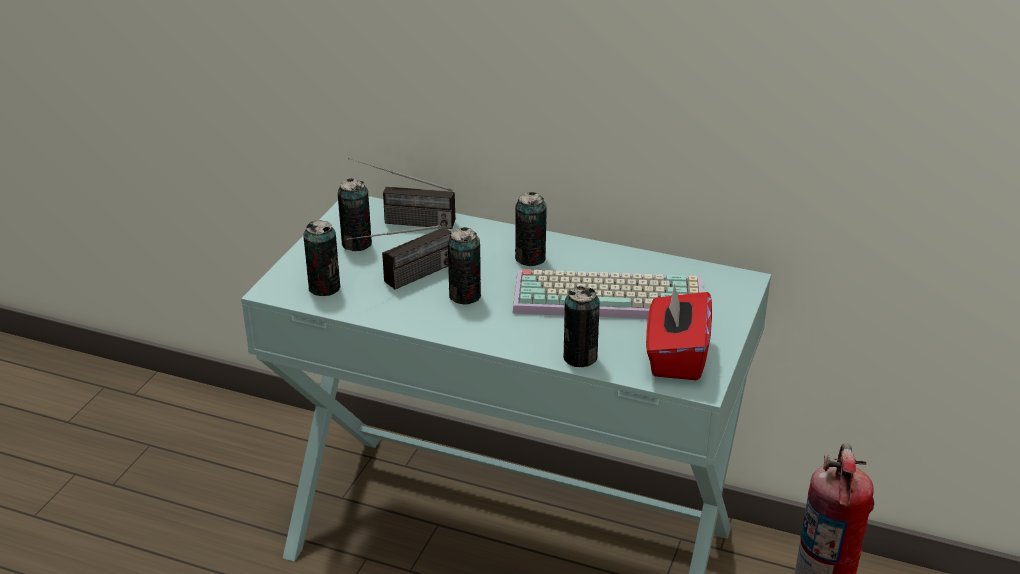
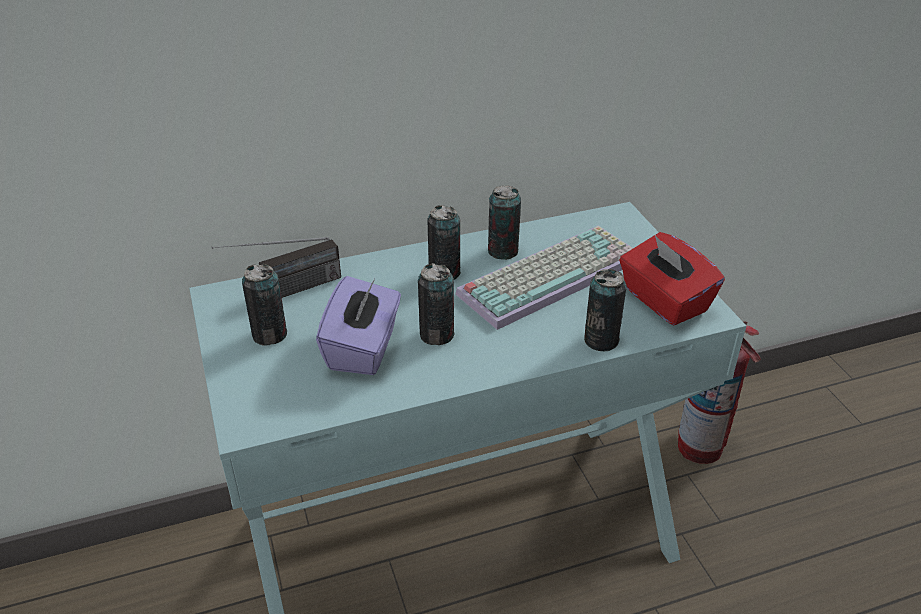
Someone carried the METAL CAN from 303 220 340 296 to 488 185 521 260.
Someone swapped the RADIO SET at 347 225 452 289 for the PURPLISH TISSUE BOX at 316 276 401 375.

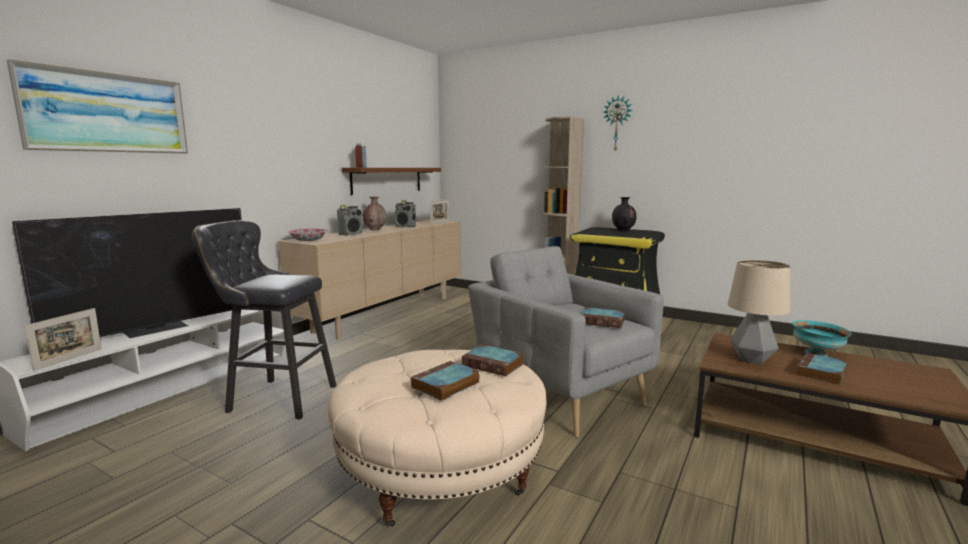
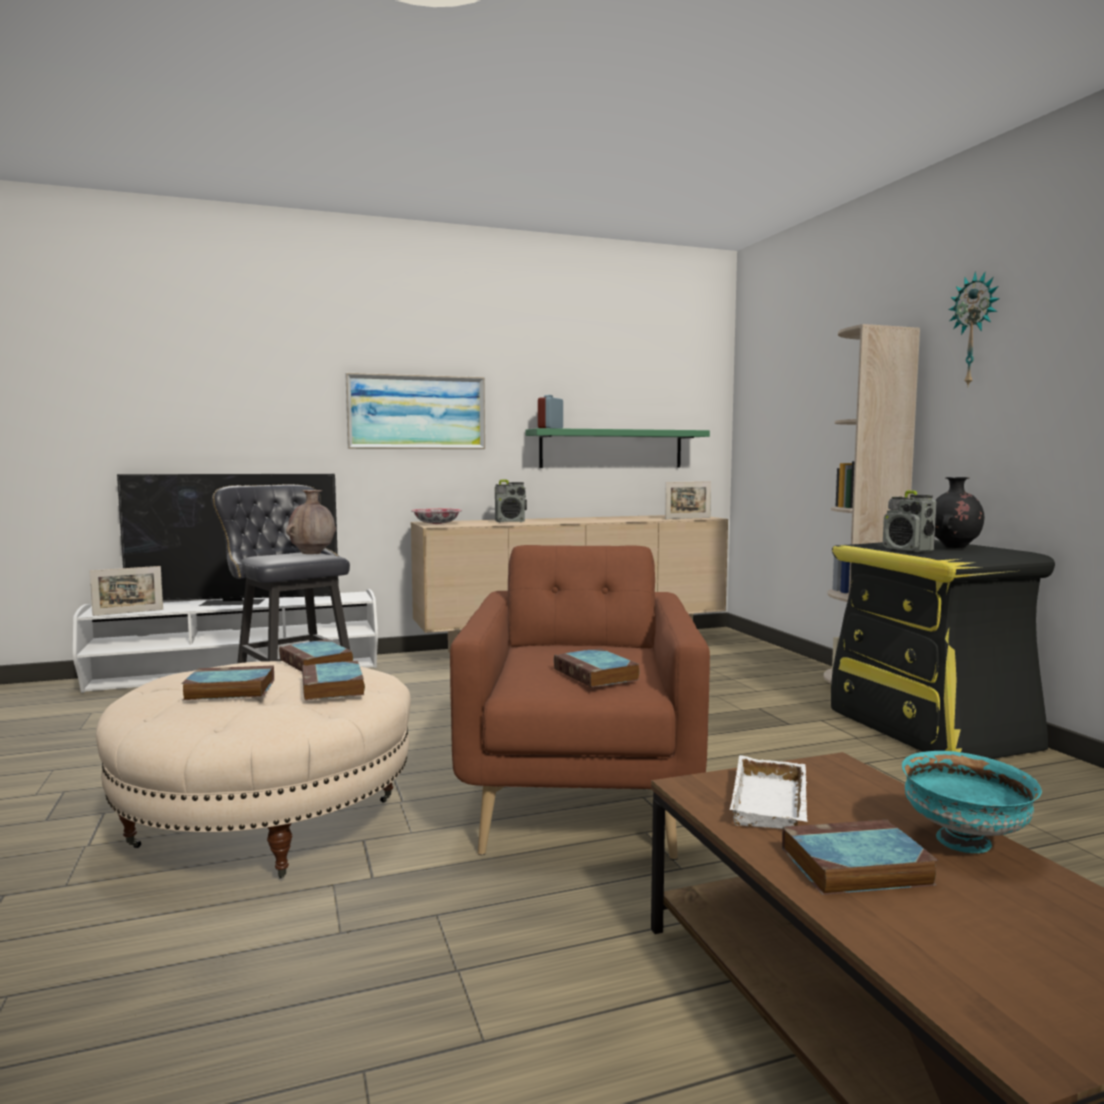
Someone carried the WALL PICTURE from 7 59 188 153 to 345 373 485 449.
Someone repainted the BROWN-COLOURED SHELF at 342 168 441 195, which became the GREEN-COLOURED SHELF at 526 428 710 468.
Someone carried the BROWN-COLOURED FLOWER VASE from 362 197 386 230 to 286 490 336 554.
Someone carried the RADIO SET from 394 200 416 228 to 883 490 937 552.
Someone repainted the GRAY EASY CHAIR at 468 246 664 438, which became the BROWN-COLOURED EASY CHAIR at 450 545 710 860.
Someone swapped the TABLETOP LAMP at 728 260 790 364 for the WHITISH CARRYING TRAY at 730 755 808 829.
Someone put down the BOUND BOOK at 279 639 353 672.

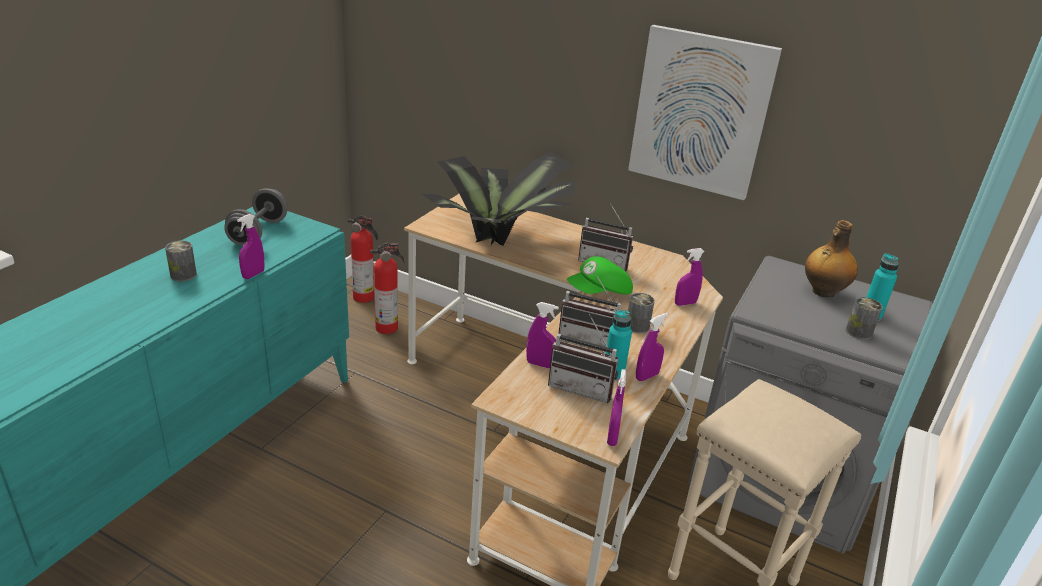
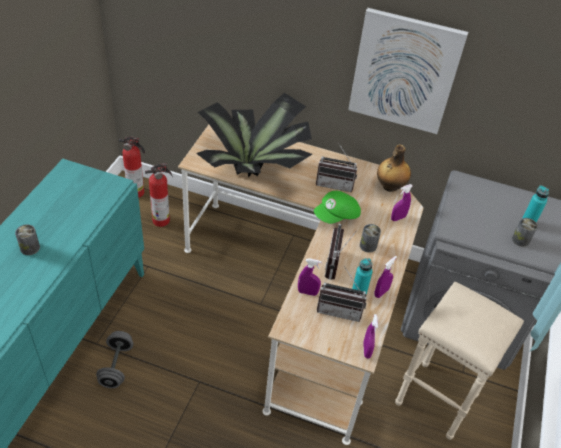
Someone carried the GRAY FREE WEIGHT from 224 188 287 245 to 96 331 133 388.
Someone took away the PURPLISH SPRAY BOTTLE at 237 214 265 279.
Someone carried the BOTTLE from 805 220 858 298 to 377 144 411 192.
Someone rotated the RADIO SET at 559 273 621 352 by 90 degrees clockwise.

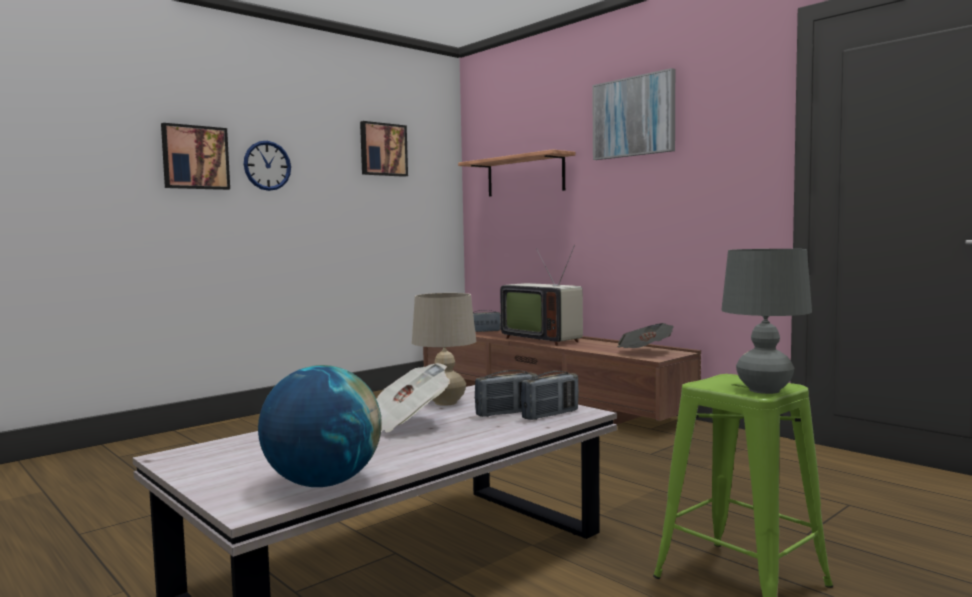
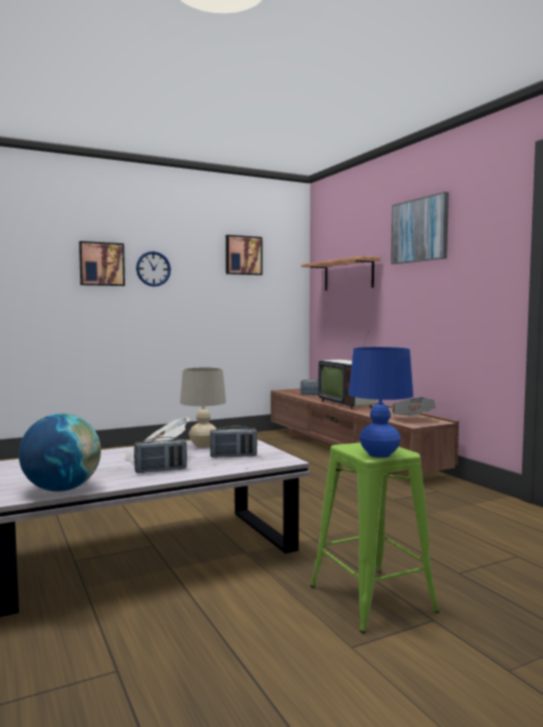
Someone repainted the GRAY TABLETOP LAMP at 721 249 812 394, which became the BLUE TABLETOP LAMP at 349 347 413 458.
Someone carried the RADIO SET from 521 371 579 420 to 134 437 187 473.

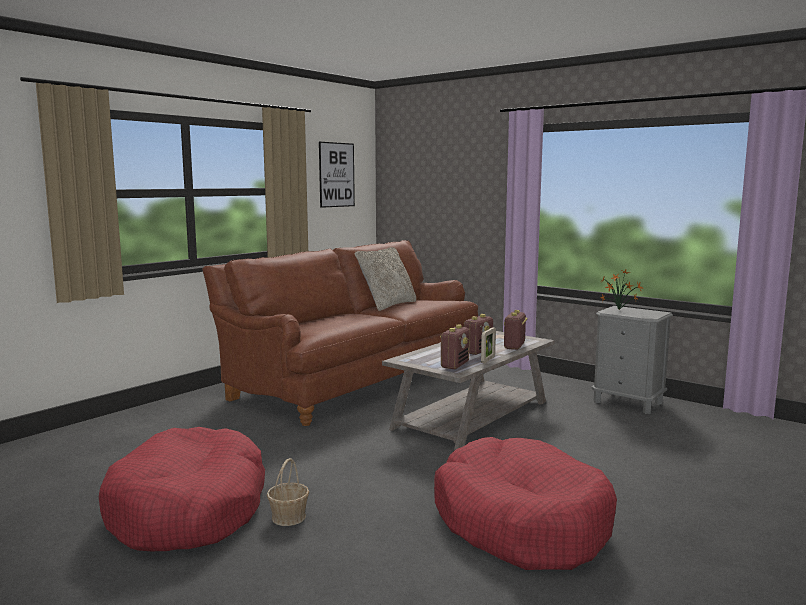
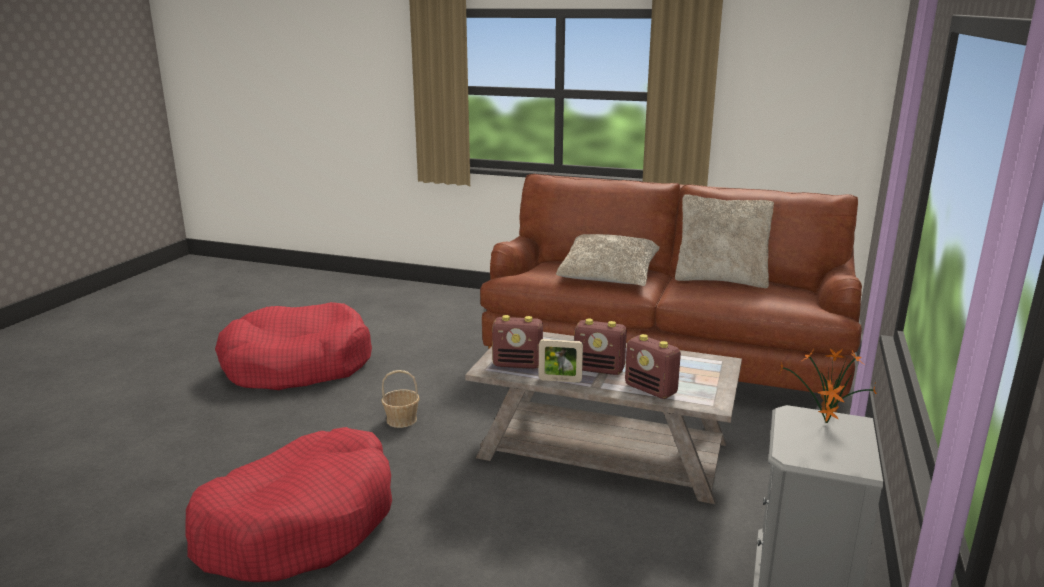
Someone took away the WALL PICTURE at 319 142 355 208.
Someone rotated the RADIO SET at 504 310 528 350 by 135 degrees counterclockwise.
Someone carried the STORAGE BASKET from 267 458 309 526 to 381 370 420 428.
Someone put down the SAND-COLOURED PILLOW at 556 234 659 286.

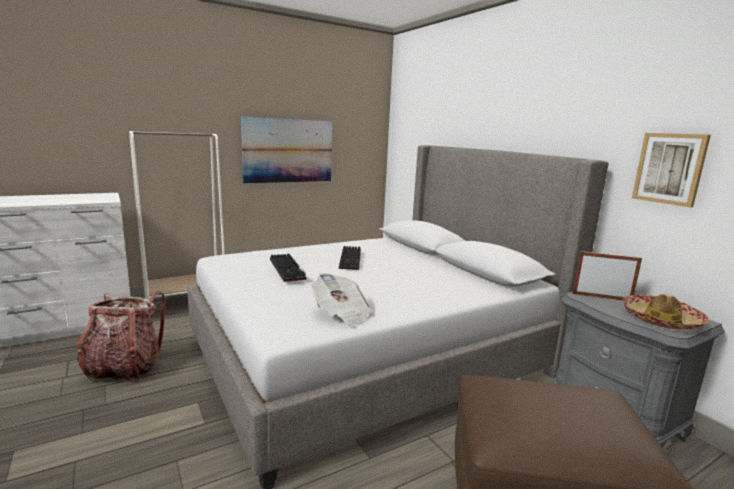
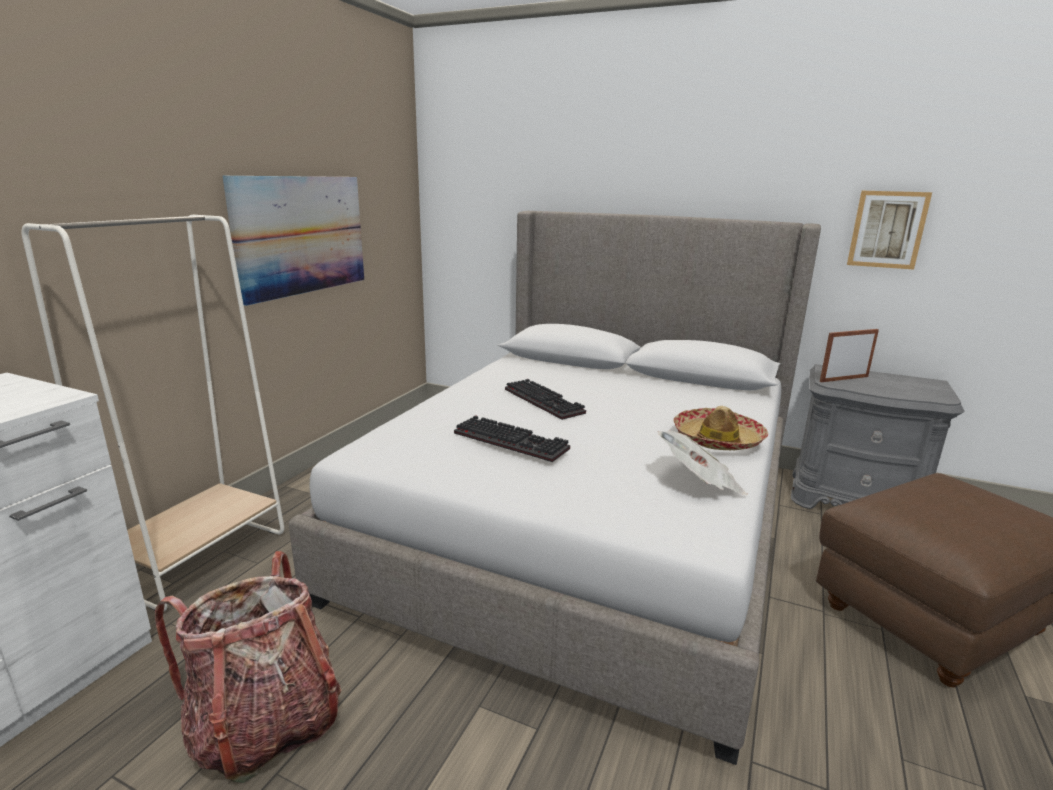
Someone carried the CLOTHING HAT from 622 293 709 330 to 673 406 768 450.

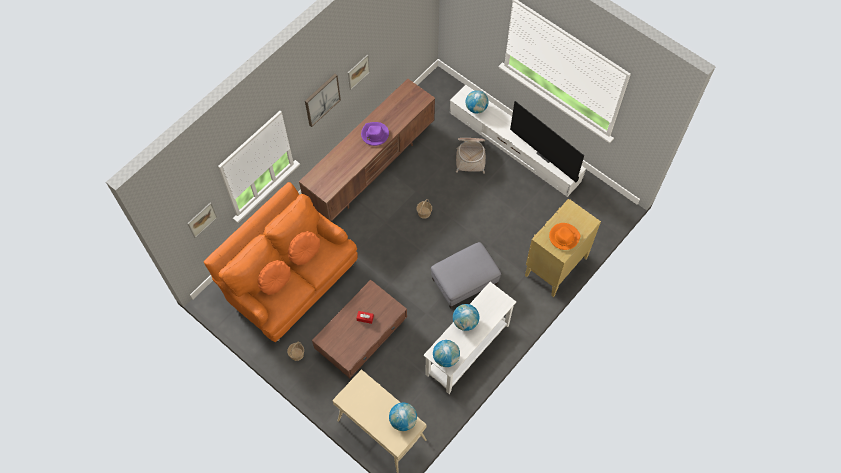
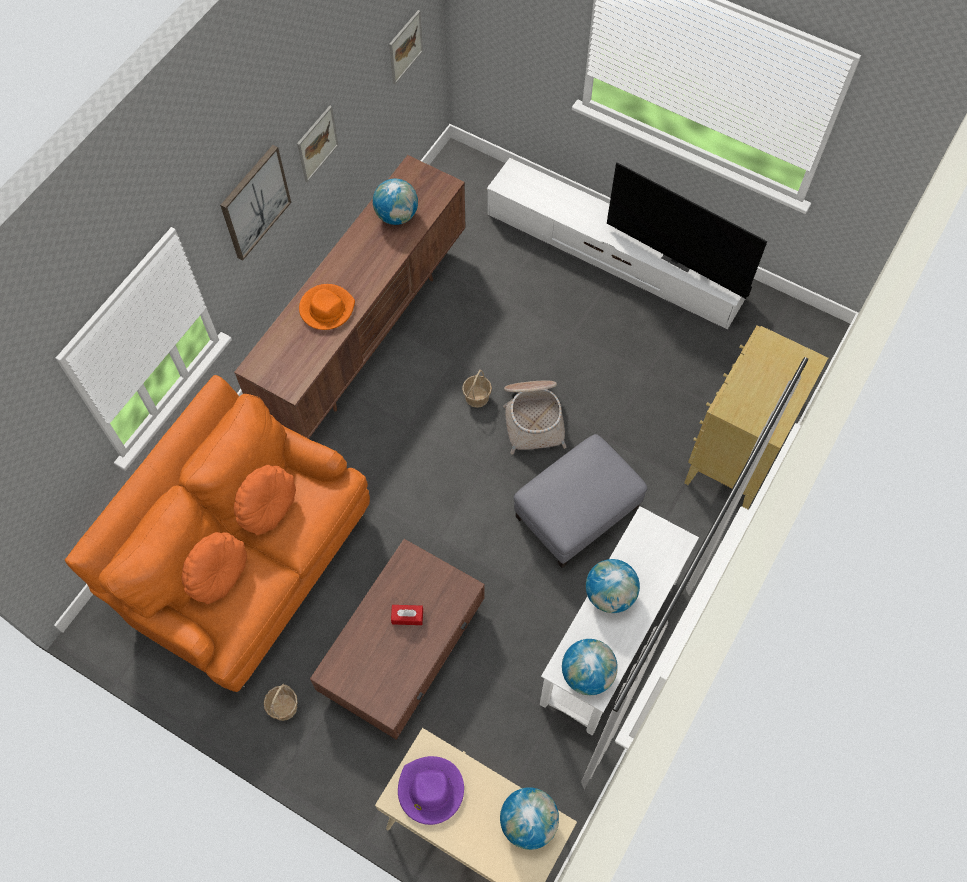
Someone carried the GLOBE from 466 90 488 114 to 373 179 418 225.
Someone carried the PURPLISH CLOTHING HAT from 361 122 389 146 to 398 756 464 825.
Someone carried the STORAGE BASKET from 456 138 486 174 to 503 381 566 455.
Someone carried the WALL PICTURE from 187 202 217 238 to 389 10 423 84.
Someone carried the ORANGE-COLOURED CLOTHING HAT from 549 223 581 250 to 299 284 355 330.

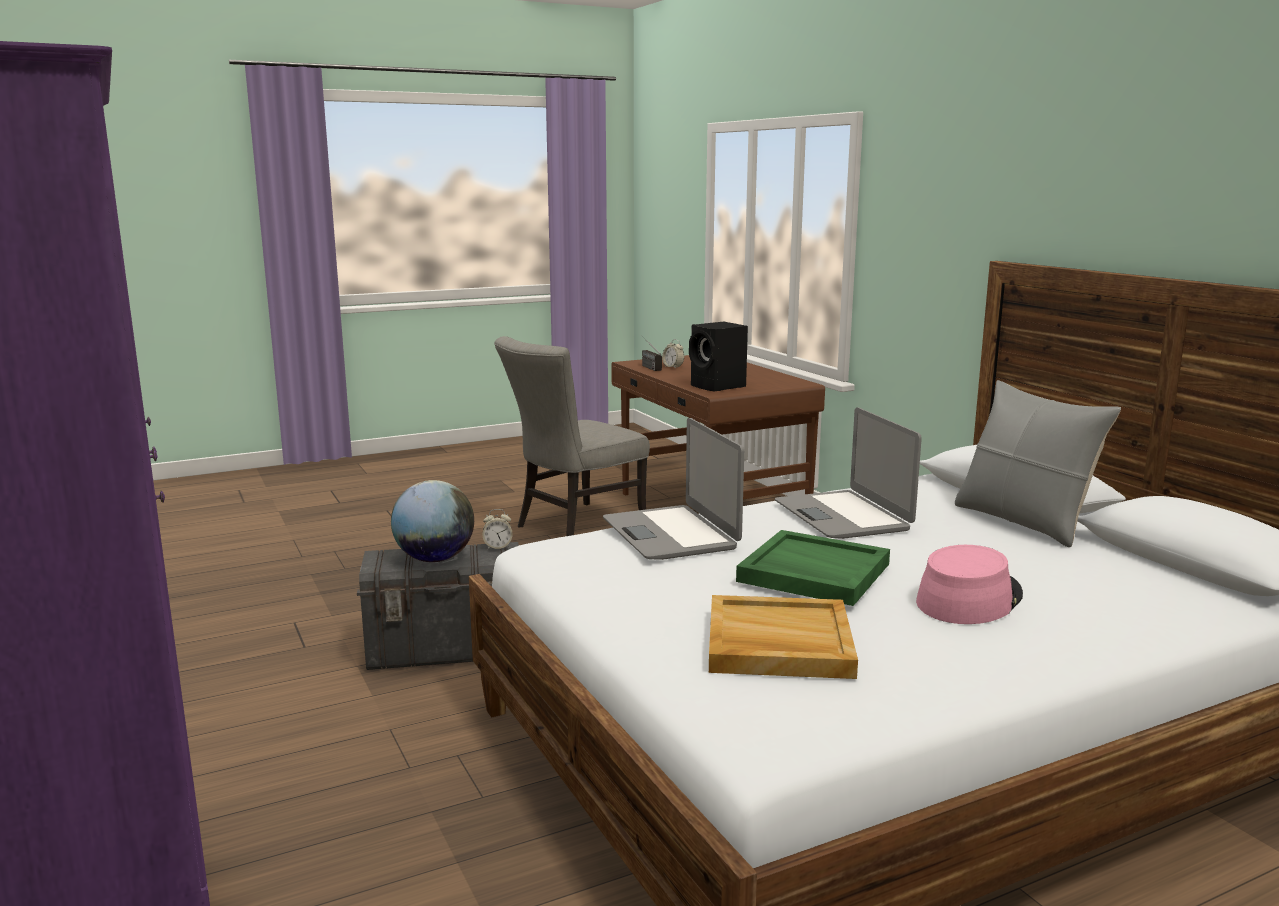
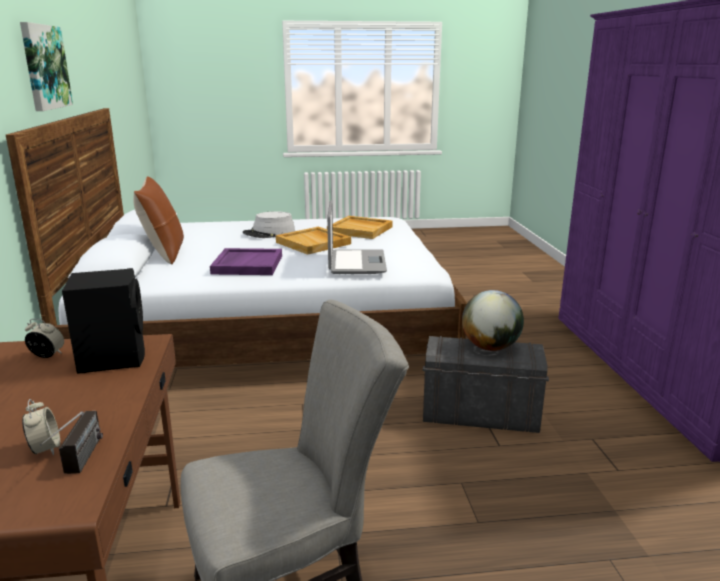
Someone repainted the GRAY PILLOW at 955 380 1121 547, which became the BROWN-COLOURED PILLOW at 134 176 184 264.
Someone swapped the NOTEBOOK COMPUTER at 775 408 922 539 for the PURPLISH CARRYING TRAY at 210 248 282 275.
Someone carried the ALARM CLOCK from 482 509 513 550 to 25 319 64 358.
Someone repainted the GREEN-COLOURED CARRYING TRAY at 736 530 890 606, which became the SAND-COLOURED CARRYING TRAY at 276 227 351 255.
Someone repainted the PINK-COLOURED CLOTHING HAT at 916 545 1023 624, which became the GRAY CLOTHING HAT at 243 211 295 238.
Someone put up the WALL PICTURE at 20 22 73 111.

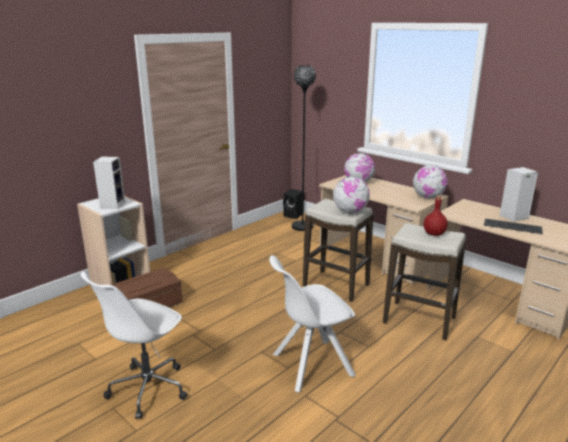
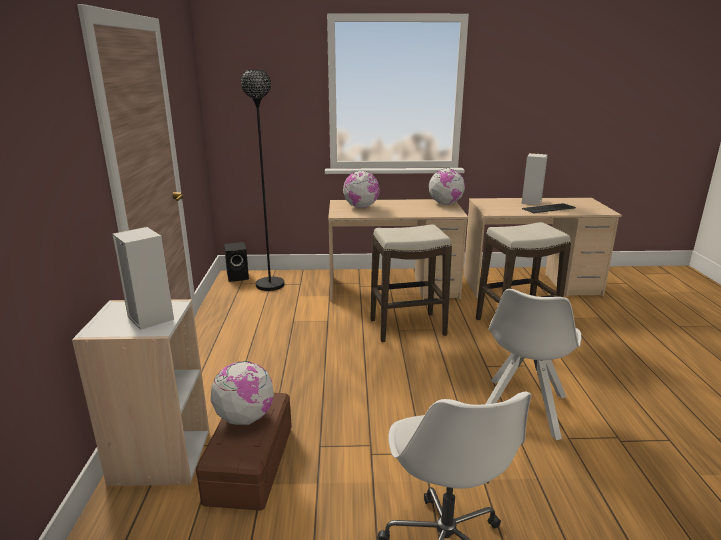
Someone carried the GLOBE from 333 176 370 213 to 210 361 274 425.
Someone took away the RED BOTTLE at 424 196 448 236.

